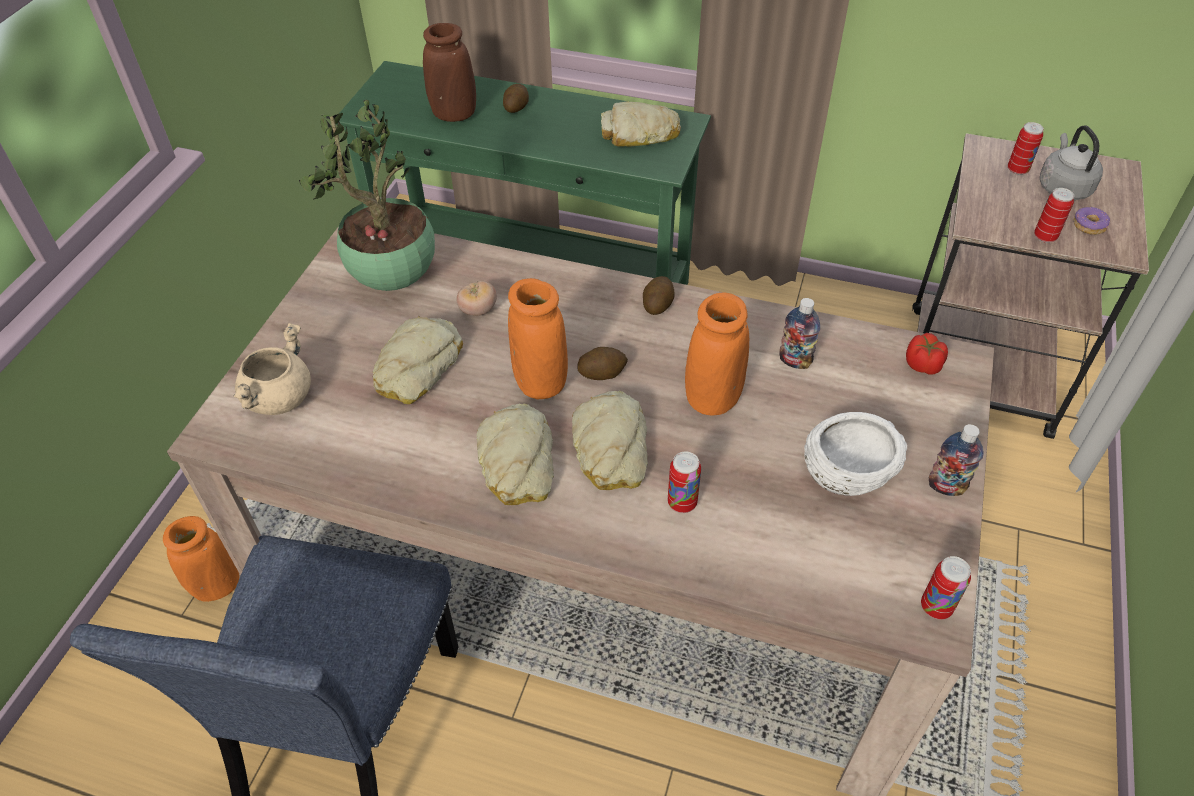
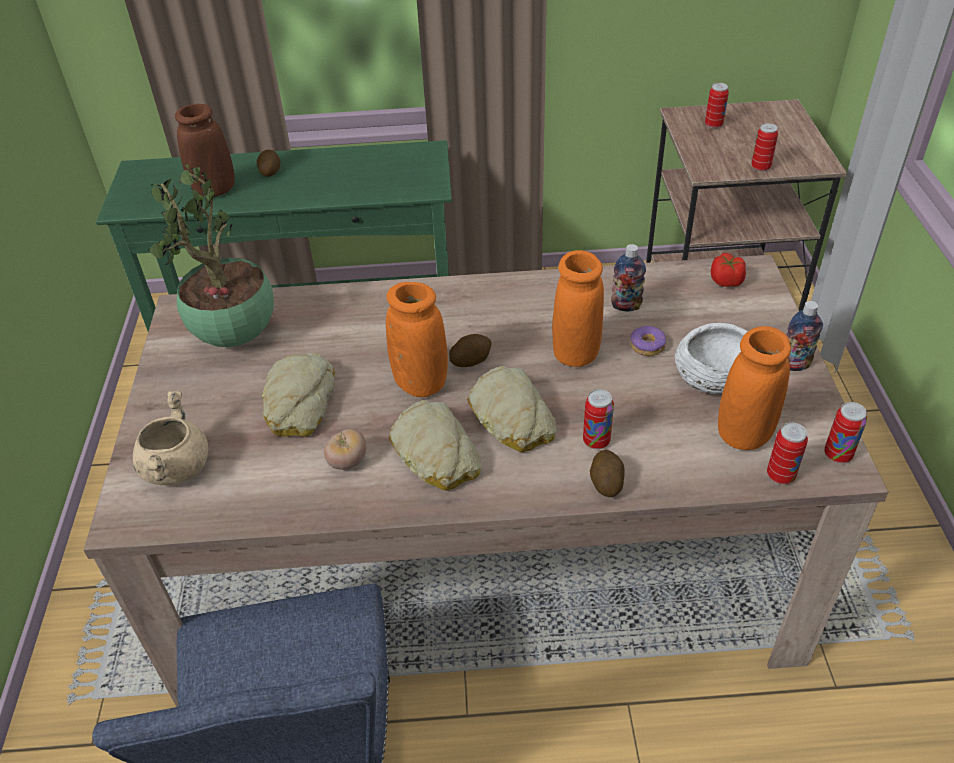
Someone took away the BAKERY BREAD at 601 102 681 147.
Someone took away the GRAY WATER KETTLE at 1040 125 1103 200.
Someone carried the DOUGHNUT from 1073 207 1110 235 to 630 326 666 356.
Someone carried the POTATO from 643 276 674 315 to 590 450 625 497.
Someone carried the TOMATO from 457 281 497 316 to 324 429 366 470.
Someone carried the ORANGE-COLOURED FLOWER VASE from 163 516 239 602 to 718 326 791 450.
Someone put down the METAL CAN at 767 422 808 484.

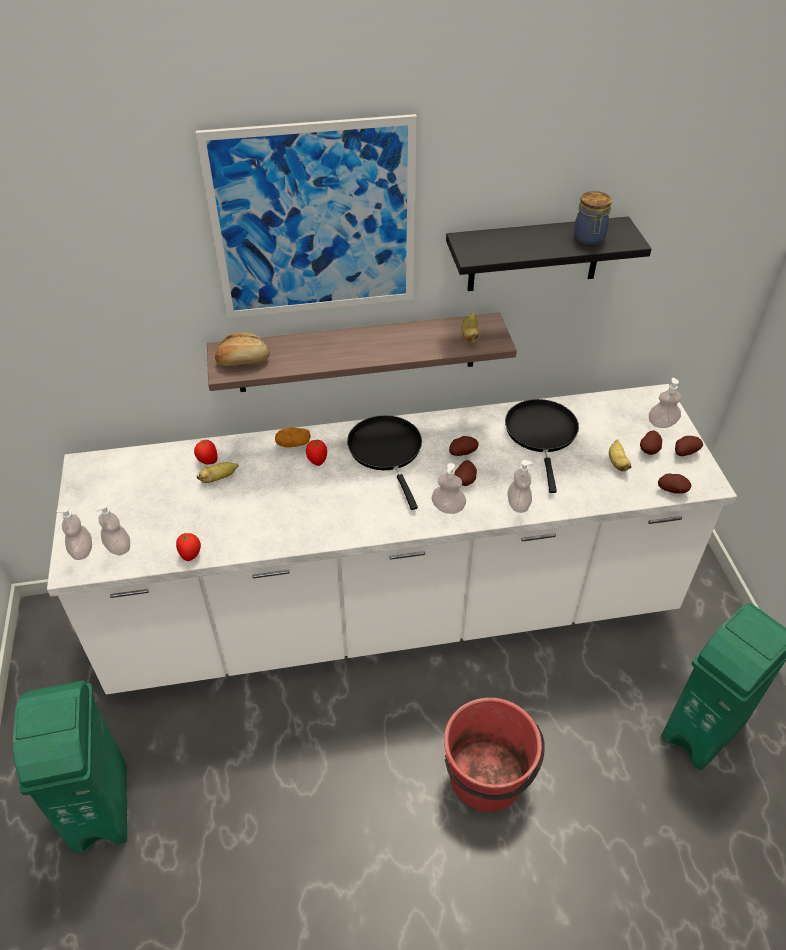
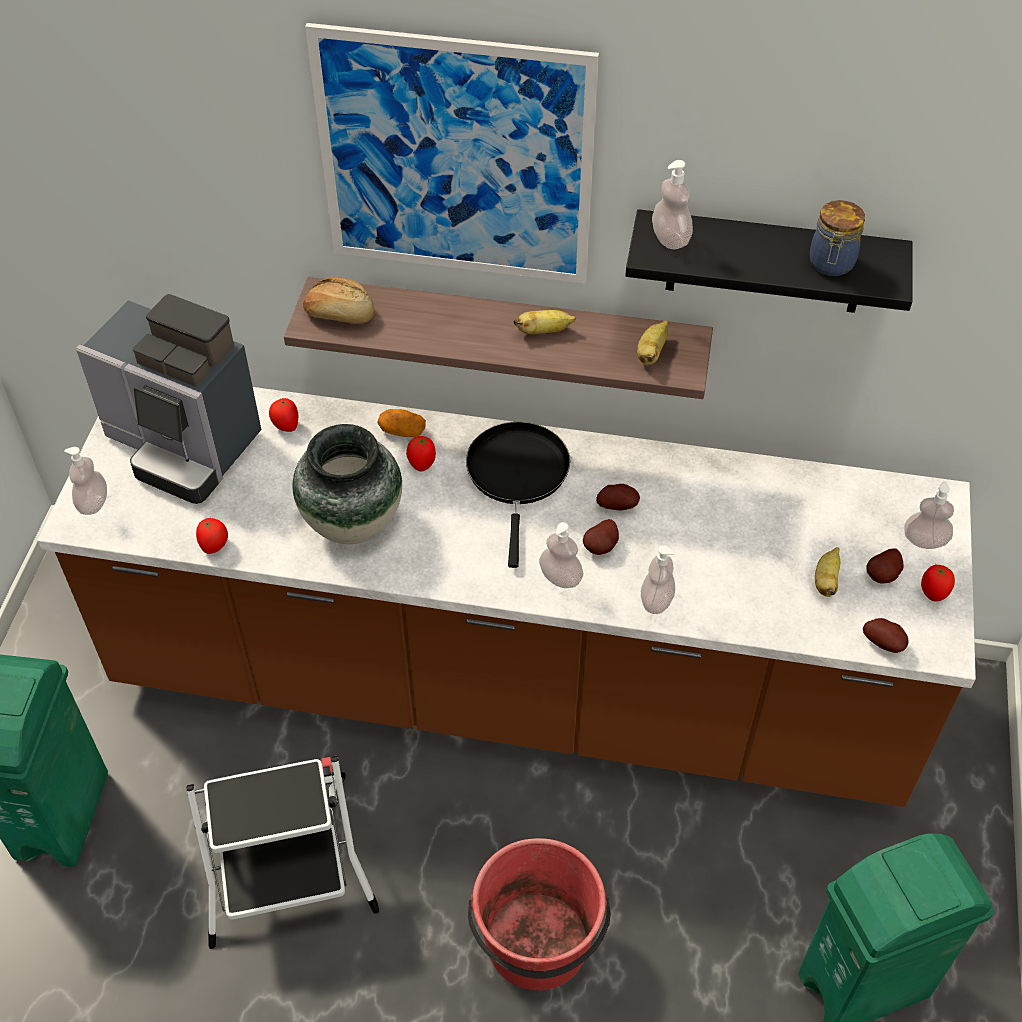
Someone repainted the WHITISH KITCHEN COUNTER at 47 384 737 695, which became the BROWN-COLOURED KITCHEN COUNTER at 37 387 976 807.
Someone took away the BLACK-COLOURED SKILLET at 505 399 579 493.
Someone swapped the POTATO at 675 436 703 456 for the TOMATO at 921 565 955 602.
Someone carried the BANANA FRUIT from 197 462 239 483 to 514 310 576 334.
Someone carried the SOAP DISPENSER from 96 503 130 555 to 652 160 693 250.
Someone put down the COFFEE MAKER at 76 294 261 504.
Someone put down the FLOWER VASE at 292 424 402 544.
Someone put down the STEPLADDER at 186 756 379 949.

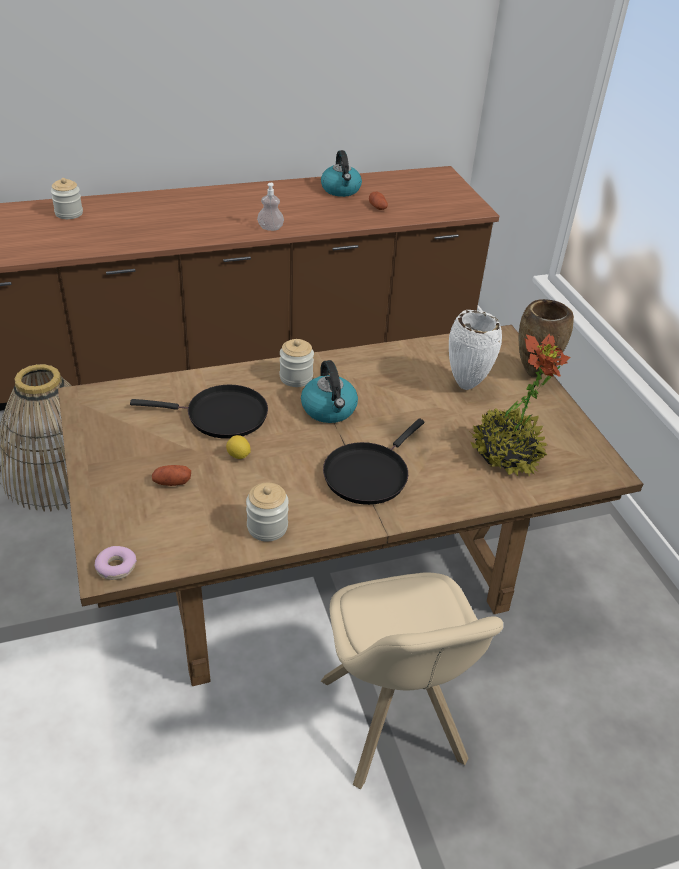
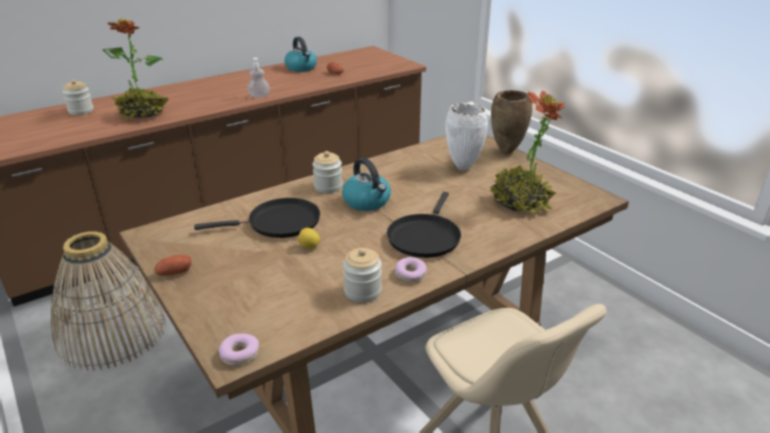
Someone carried the POTATO from 152 465 191 486 to 154 255 192 276.
Someone put down the HOUSEPLANT at 102 18 169 120.
Someone put down the DOUGHNUT at 395 257 427 282.

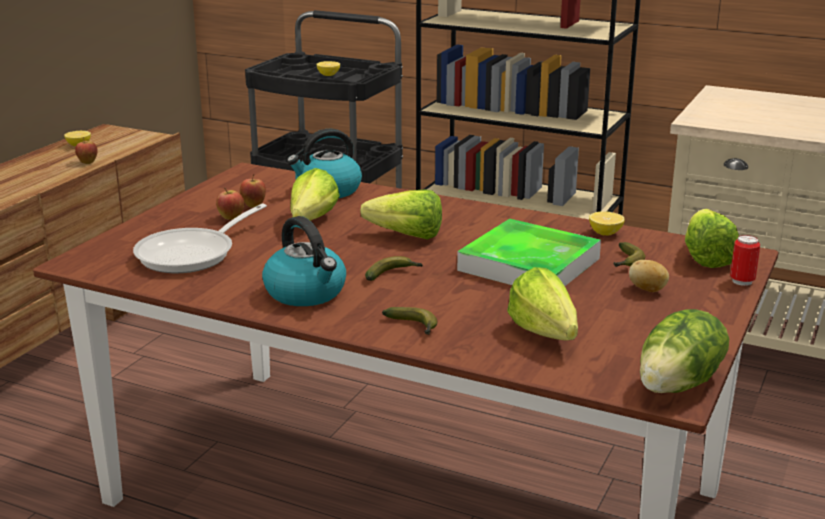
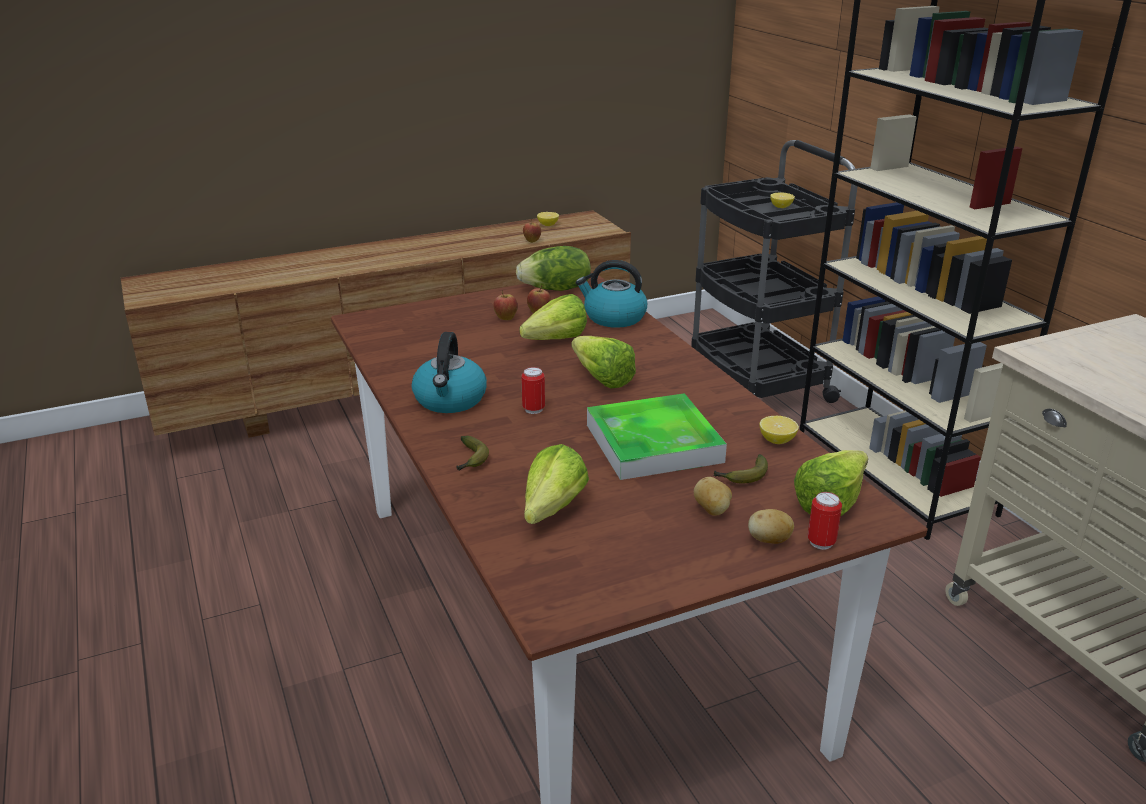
Someone took away the SKILLET at 133 204 267 273.
Someone swapped the BANANA FRUIT at 365 256 423 281 for the METAL CAN at 521 367 545 414.
Someone carried the LETTUCE HEAD from 640 309 729 393 to 516 246 591 291.
Someone put down the POTATO at 748 509 794 544.

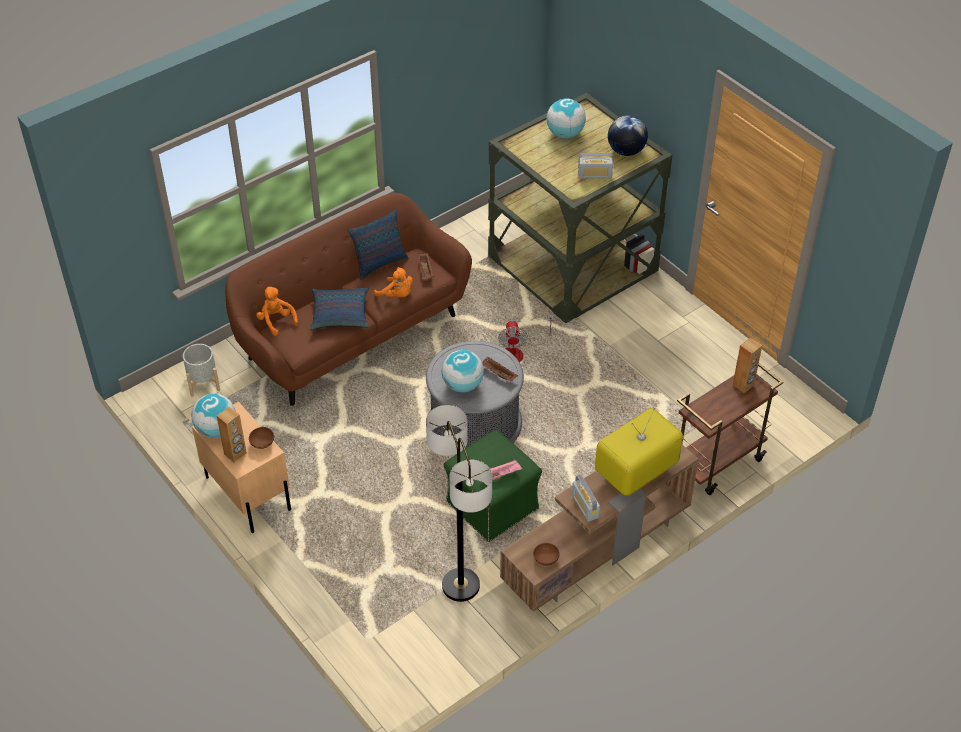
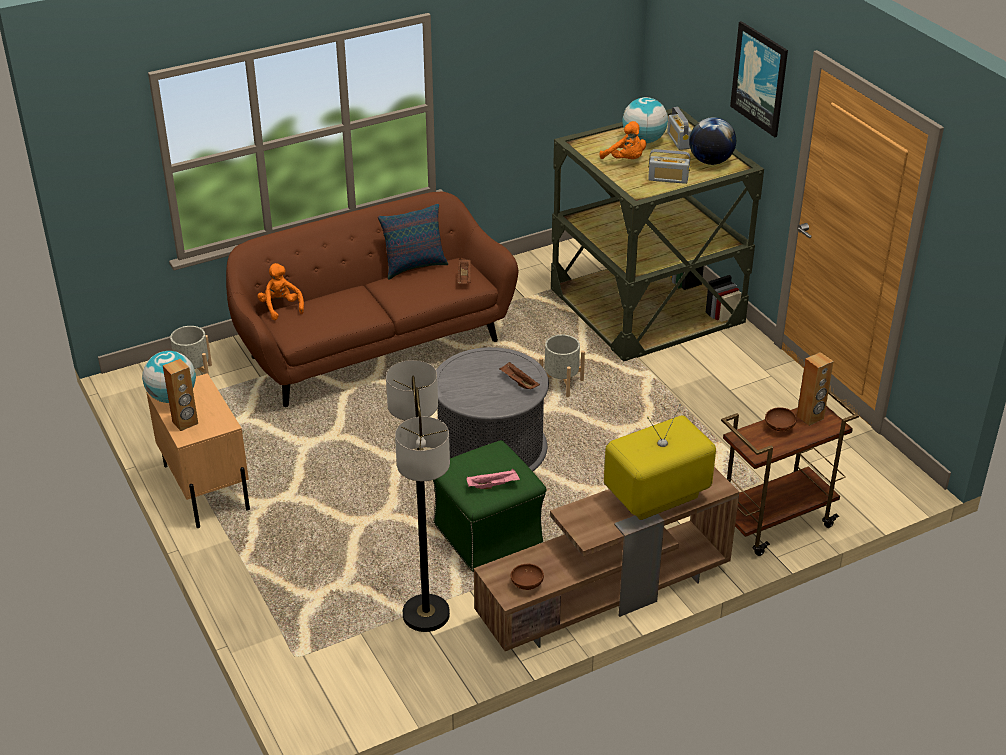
Someone carried the ORANGE-COLOURED PLUSH TOY from 374 267 413 297 to 600 121 646 159.
Someone took away the BLUE PILLOW at 310 287 369 330.
Someone swapped the ELECTRIC FAN at 498 314 554 362 for the GRAY PLANTER at 539 335 585 397.
Someone took away the GLOBE at 441 350 484 392.
Someone carried the BROWN-COLOURED BOWL from 249 427 274 449 to 765 407 797 431.
Someone carried the RADIO SET from 572 475 600 522 to 667 107 692 150.
Someone put up the WALL PICTURE at 730 21 788 137.

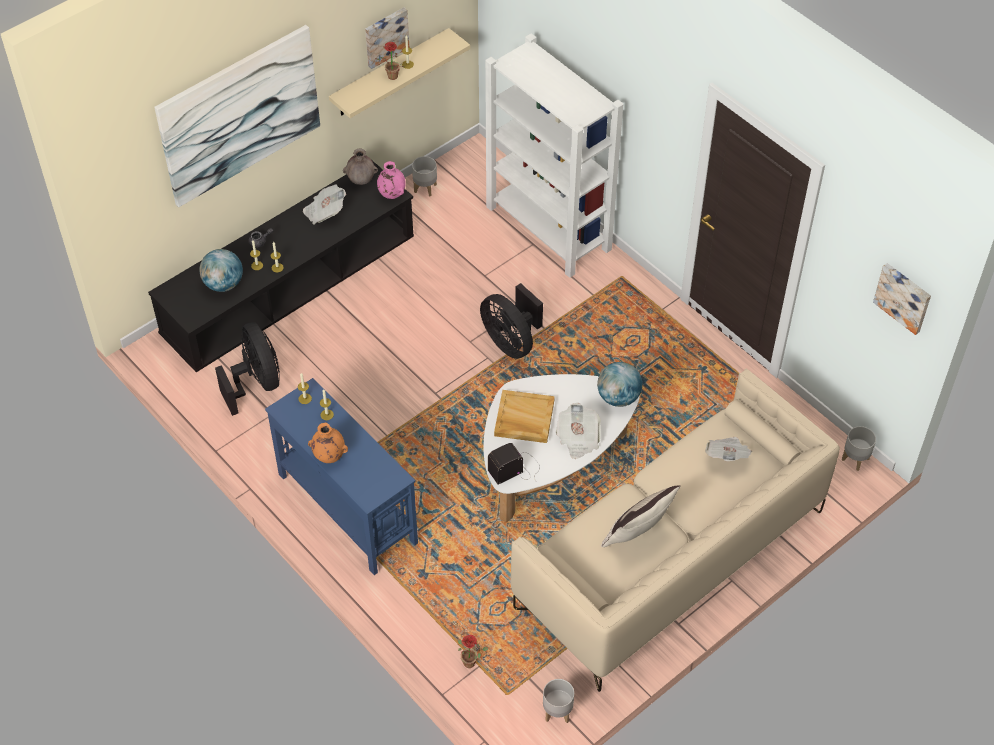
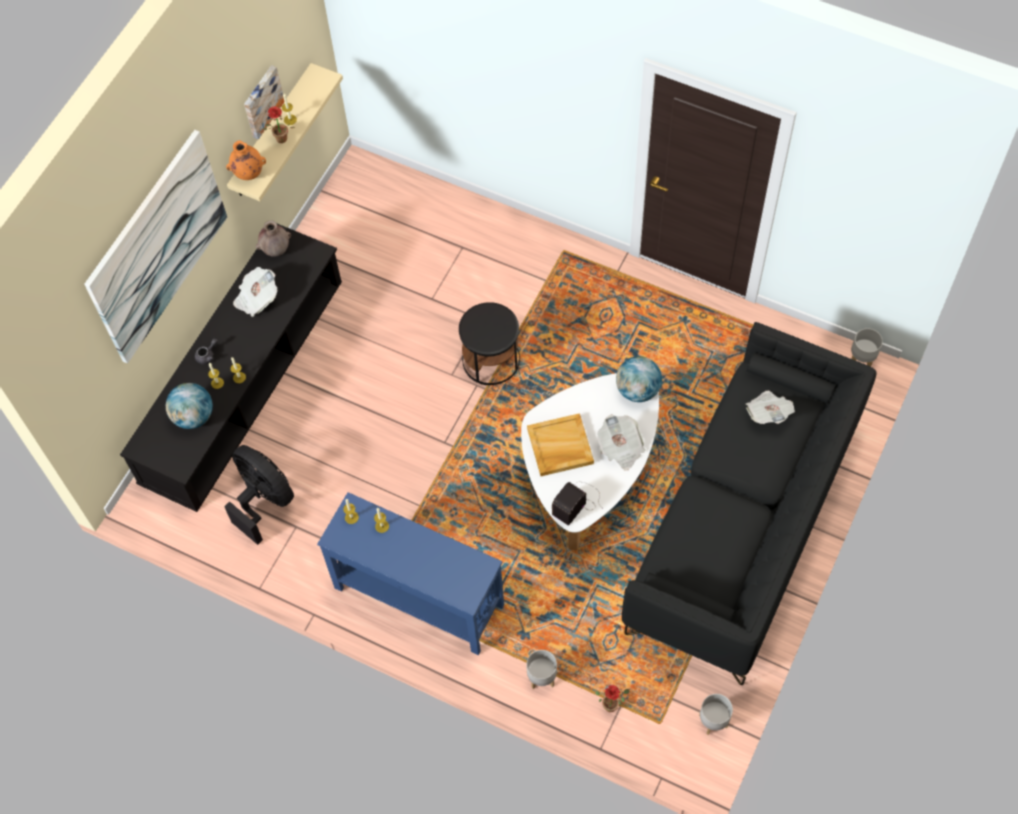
Someone took away the WHITISH SHELVING UNIT at 485 34 624 278.
Someone carried the GRAY PLANTER from 412 156 437 196 to 526 650 557 689.
Someone took away the PINK-COLOURED FLOWER VASE at 377 161 406 199.
Someone took away the WALL PICTURE at 873 263 931 335.
Someone swapped the BLACK-COLOURED ELECTRIC FAN at 480 283 543 359 for the BLACK-COLOURED ACCENT TABLE at 459 302 520 385.
Someone repainted the SAND-COLOURED COUCH at 511 369 840 692, which became the BLACK-COLOURED COUCH at 622 322 877 685.
Someone carried the ORANGE-COLOURED FLOWER VASE from 308 423 348 463 to 226 140 266 180.
Someone took away the PILLOW at 601 485 680 547.

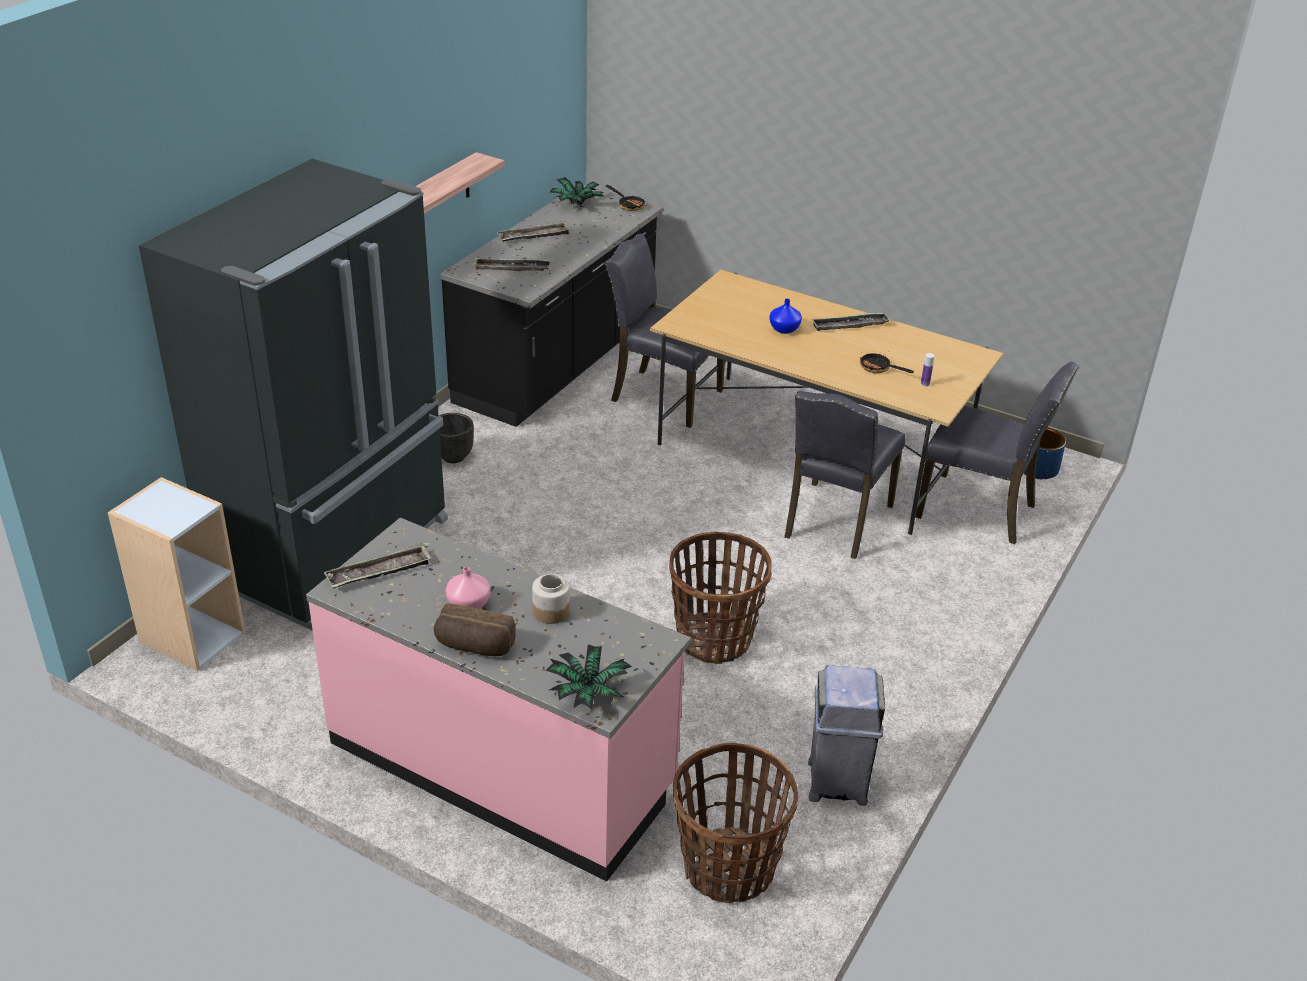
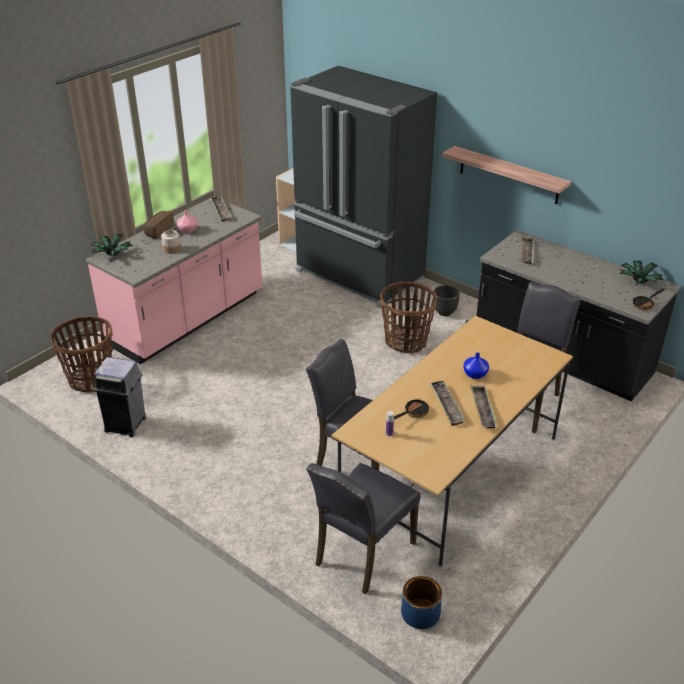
Someone carried the CARRYING TRAY from 497 221 571 242 to 429 380 466 426.
Someone carried the STORAGE BASKET from 669 532 772 664 to 380 282 437 354.

